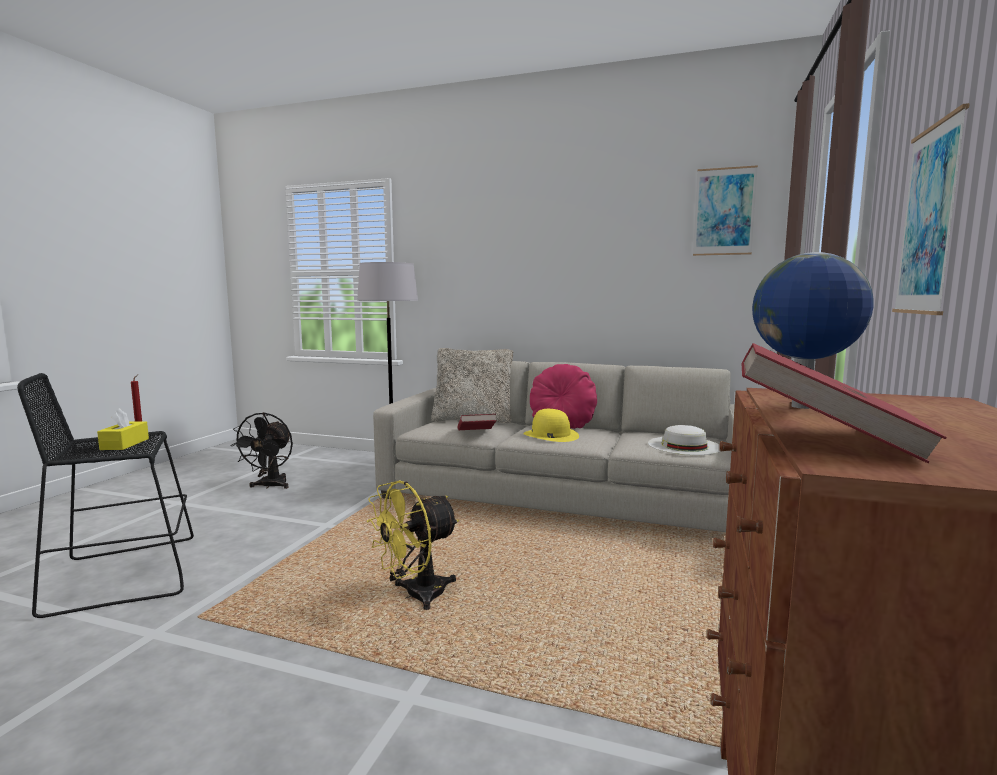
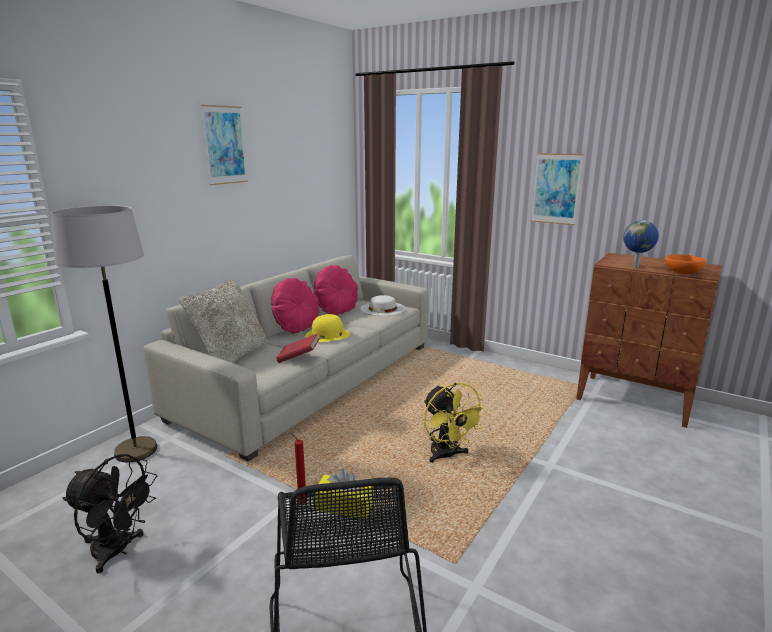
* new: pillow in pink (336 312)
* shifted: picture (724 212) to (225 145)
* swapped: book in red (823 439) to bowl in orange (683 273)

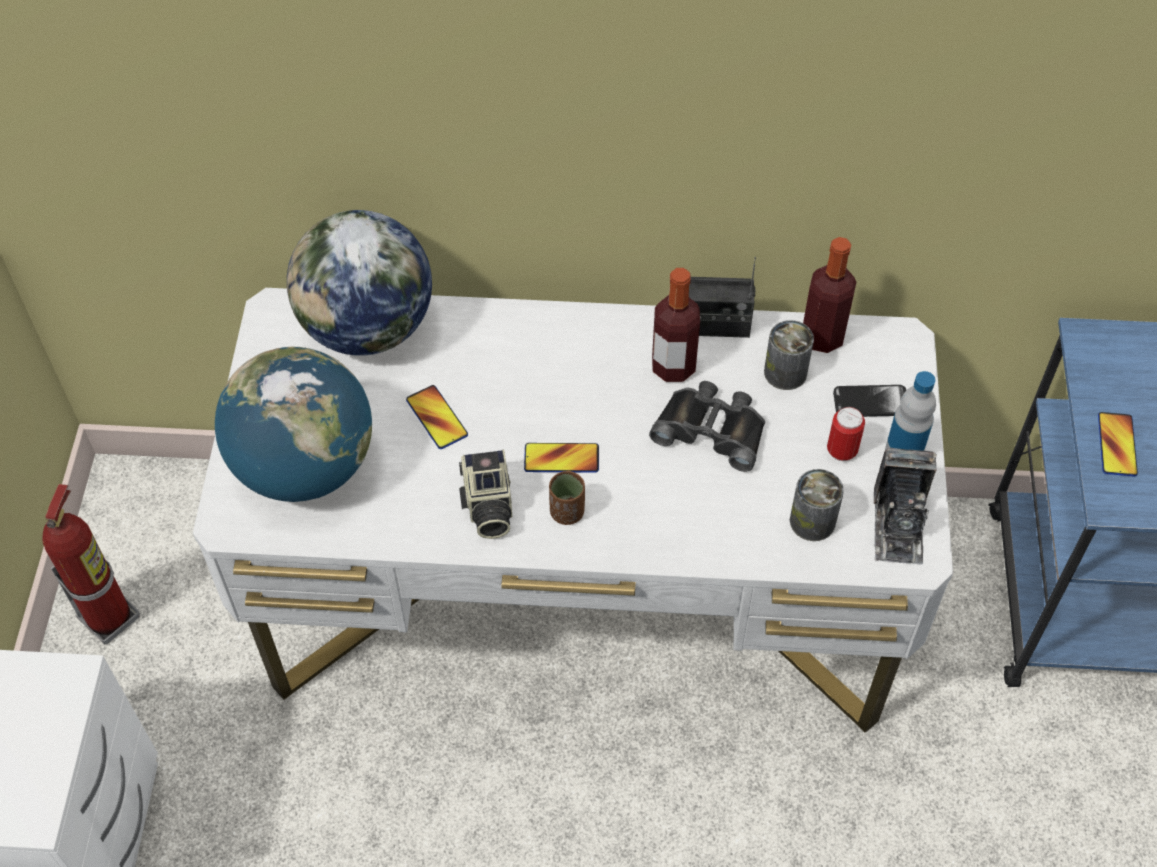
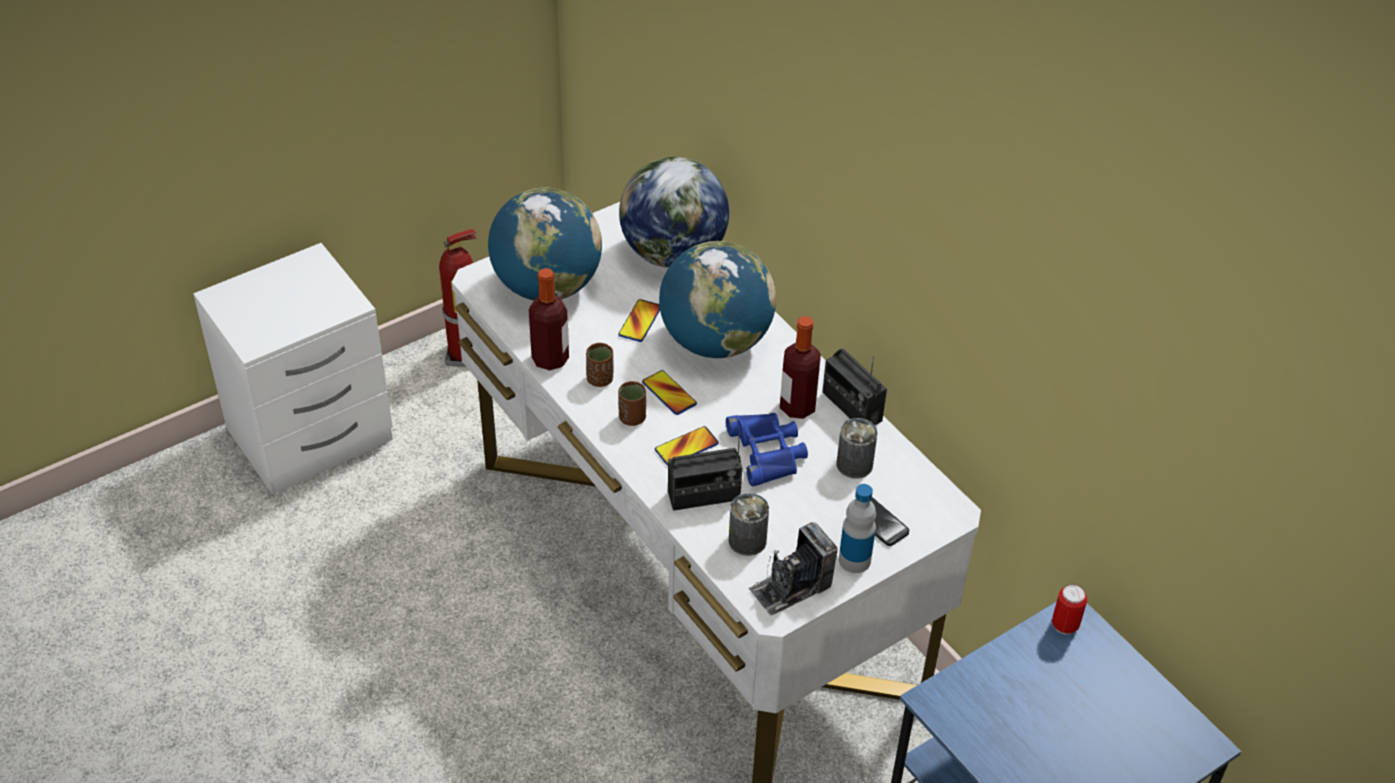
* new: globe (715 341)
* new: radio (704 496)
* shifted: bottle (822 337) to (550 359)
* shifted: can (841 451) to (1064 625)
* shifted: phone (1116 445) to (686 447)
* swapped: photo camera (487 505) to cup in brown (600 379)
* repainted: binoculars in black (711 429) to binoculars in blue (767 452)

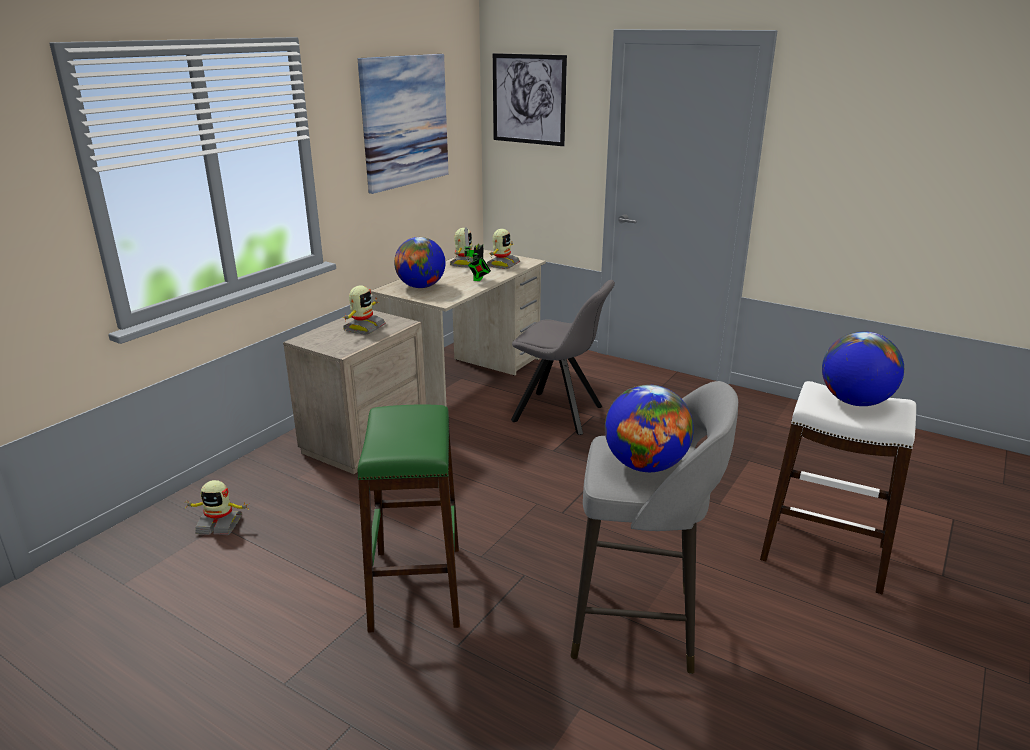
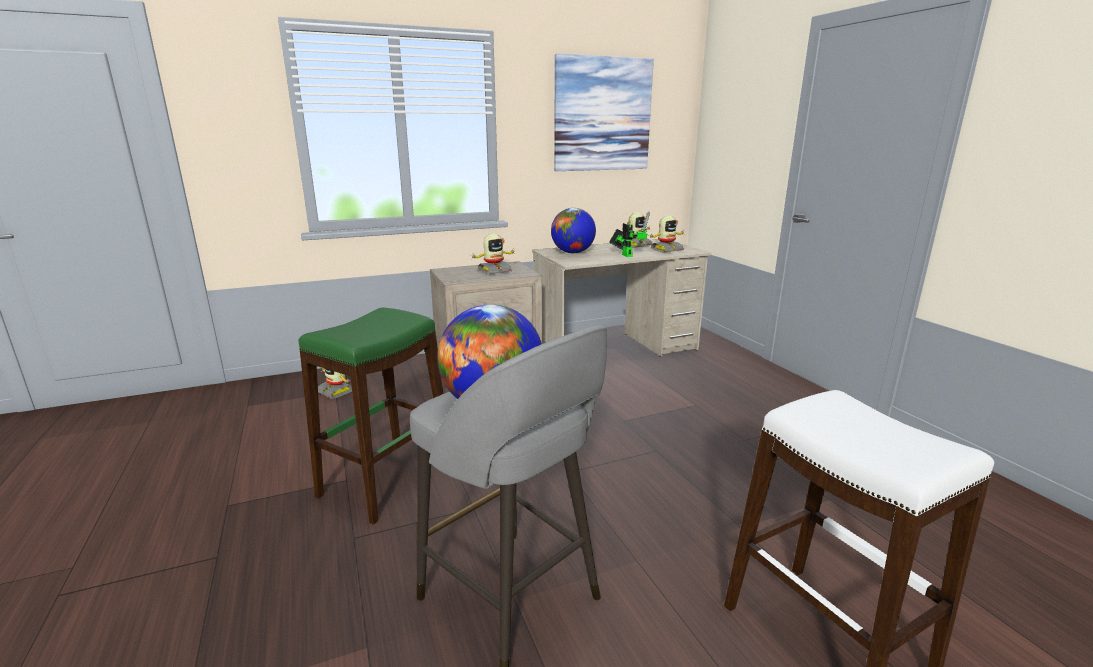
* gone: picture (528 99)
* gone: chair in grey (558 413)
* gone: globe (855 402)
* rotated: toy robot (477 279) = (626 255) 120 degrees clockwise

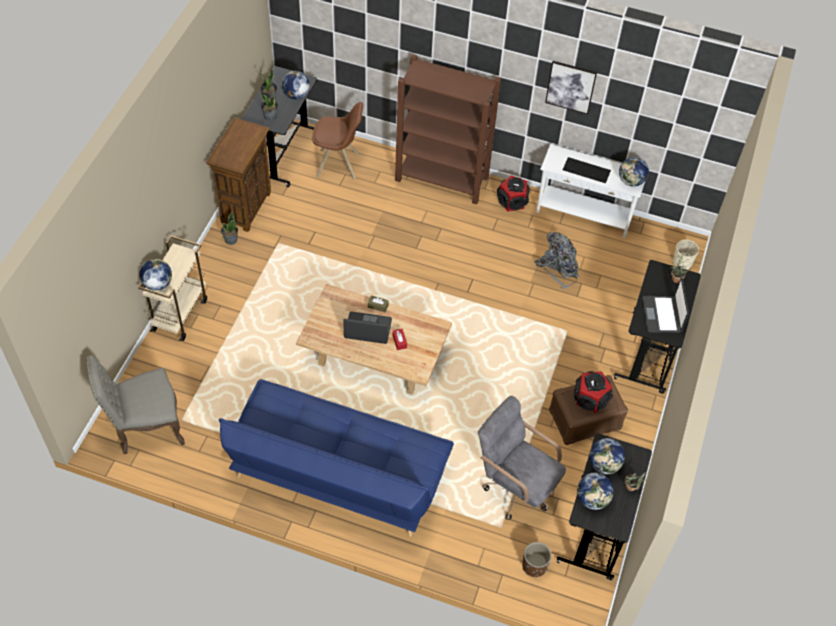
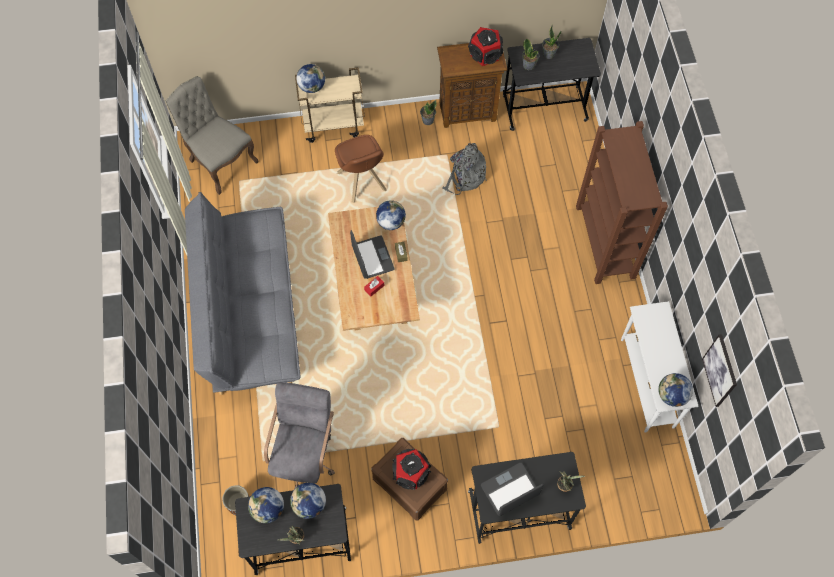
* gone: keyboard (587 170)
* gone: planter in beige (682 262)
* shifted: globe (296 95) to (390 222)
* shifted: chair in brown (338 164) to (362 181)
* shifted: speaker (512 201) to (485 54)
* shifted: backpack in grey (559 267) to (465 176)
* shifted: picture (570 87) to (720 371)
* repainted: sofa in blue (337 472) to sofa in grey (249 311)

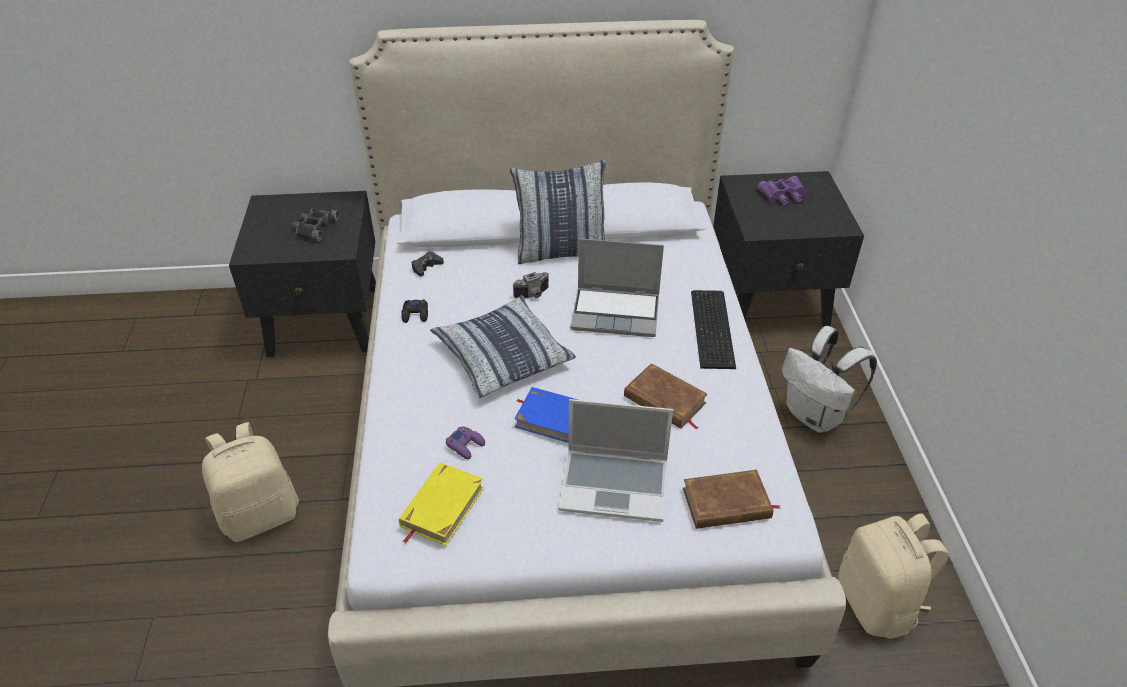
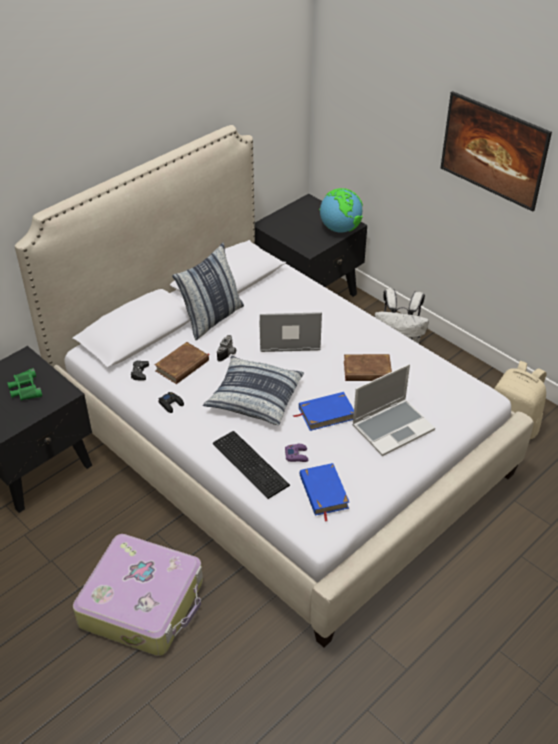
* gone: binoculars in purple (783 195)
* new: globe (340 229)
* new: picture (490 169)
* shifted: book in brown (726 504) to (182 366)
* shifted: keyboard (714 328) to (251 462)
* swapped: backpack in beige (260 514) to suitcase (143 603)
* repainted: binoculars in black (315 227) to binoculars in green (25 389)
* repainted: book in yellow (442 506) to book in blue (323 492)
* rotated: laptop (617 312) = (288 338) 150 degrees counterclockwise

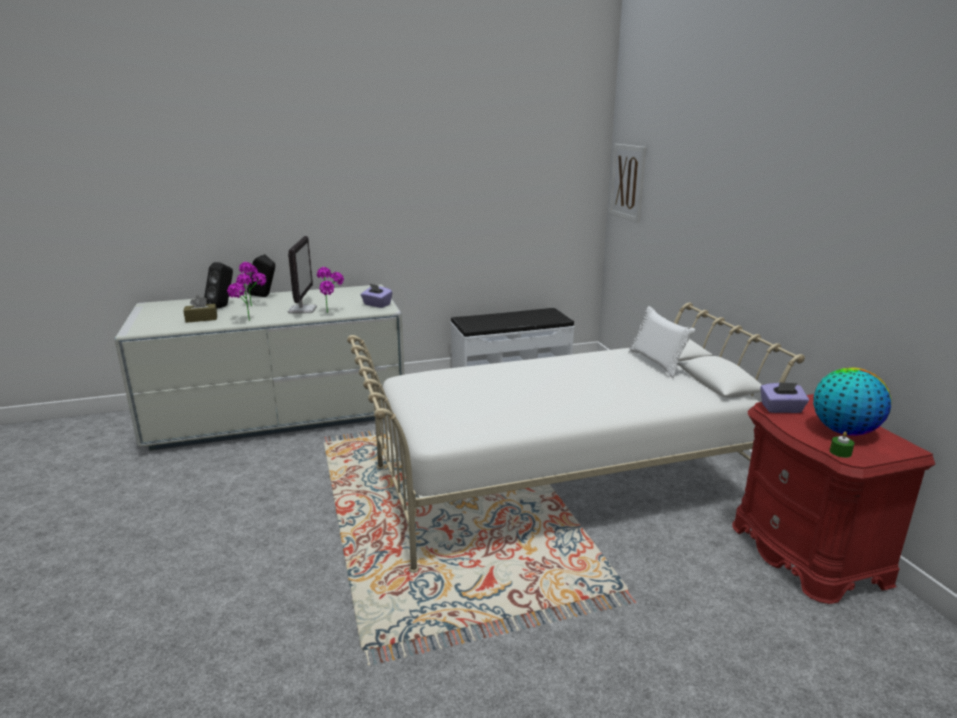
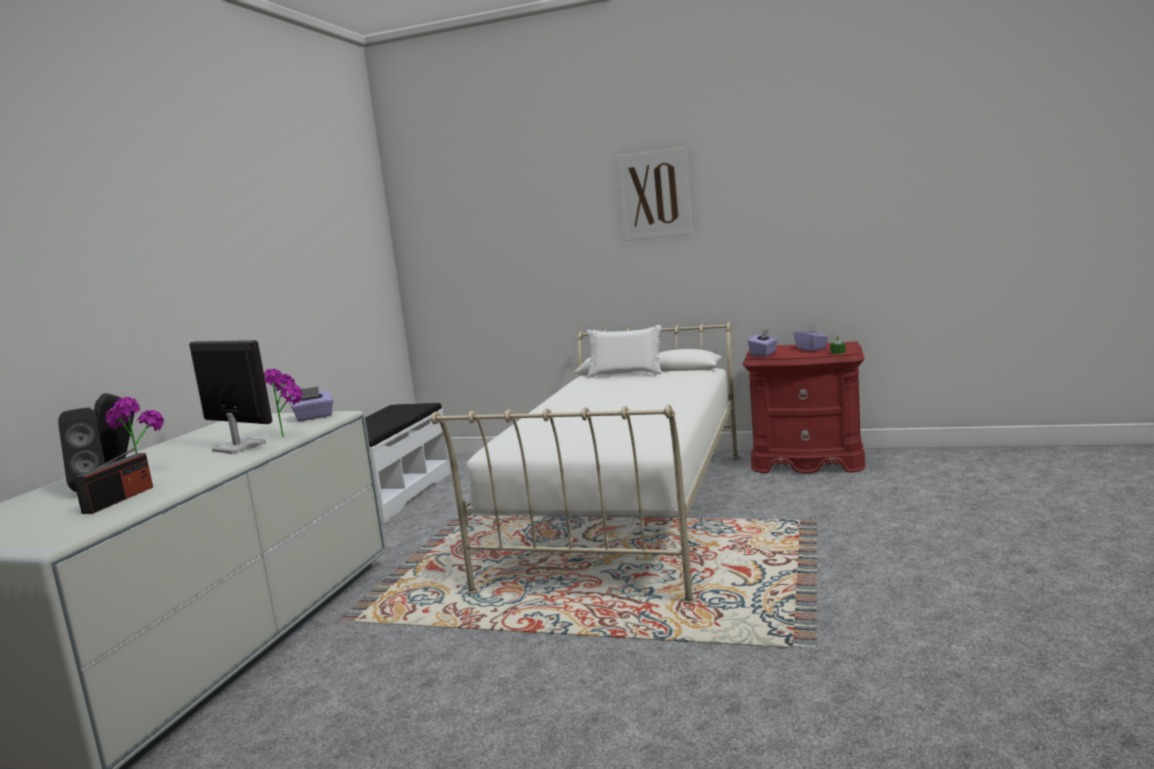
* gone: potted plant (243 321)
* shifted: picture (627 182) to (654 194)
* swapped: tissue box in brown (201 319) to radio (119 499)
* swapped: globe (844 431) to tissue box in purple (811 349)

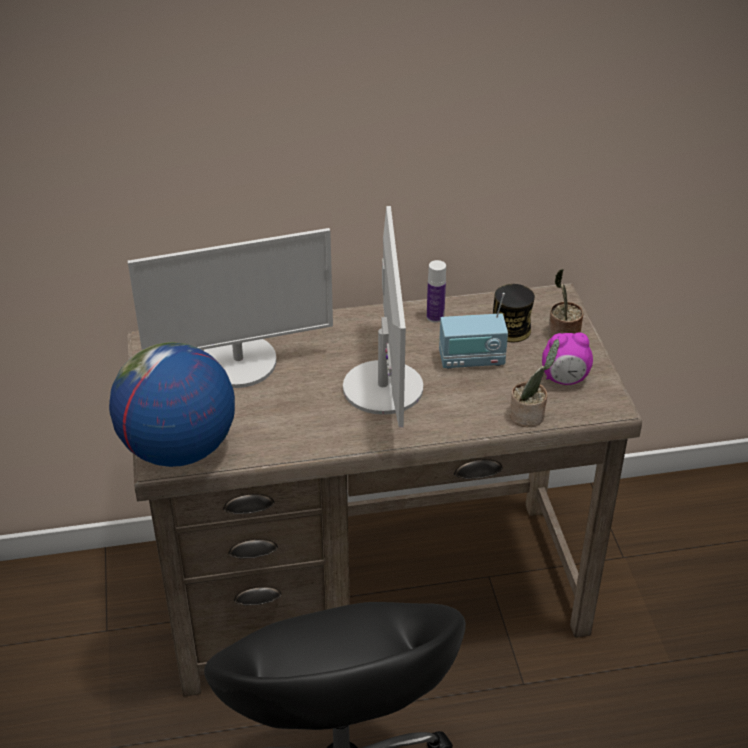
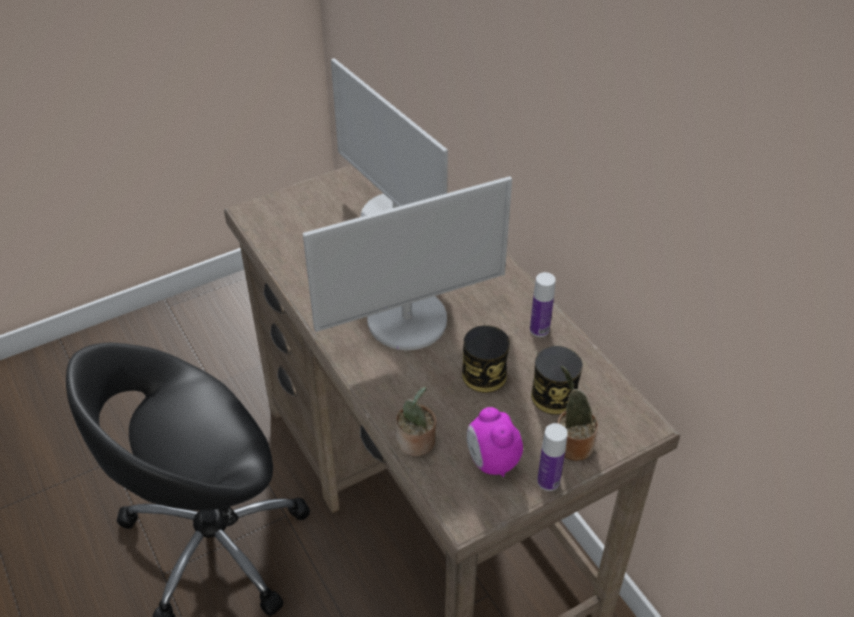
* gone: globe (178 449)
* new: bottle (548 481)
* swapped: radio (471 360) to can (484 375)

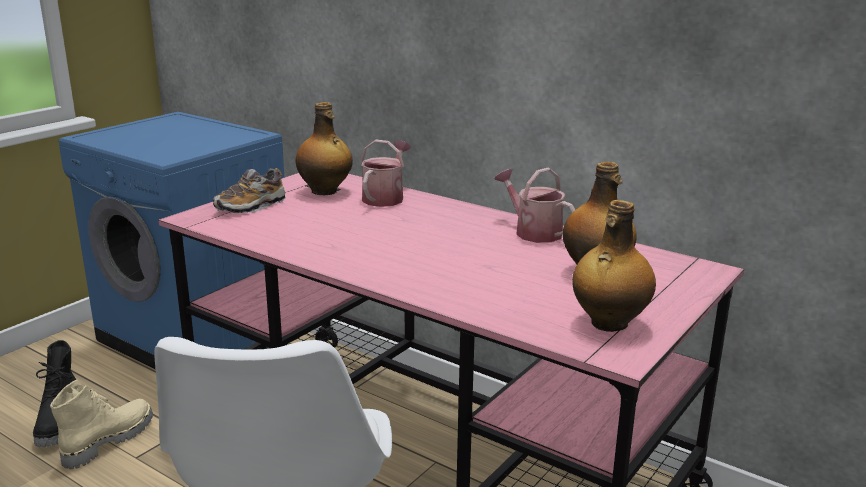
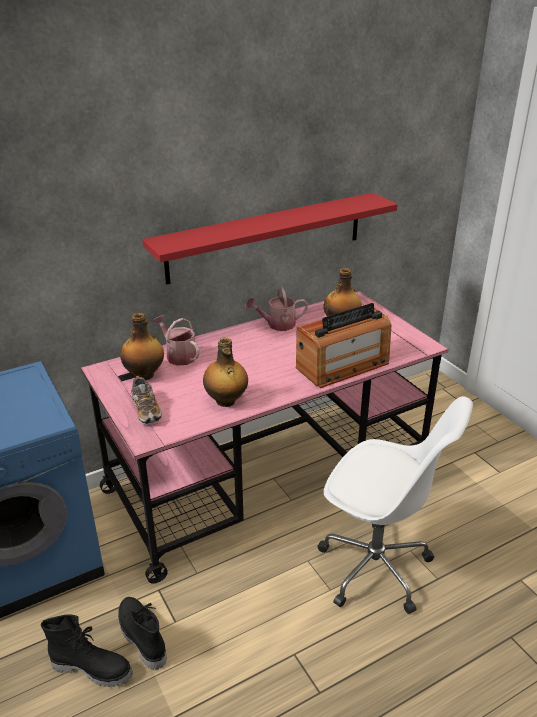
* new: shelf in red (266 237)
* new: radio (343 366)
* shifted: bottle (608 323) to (226 401)
* repainted: boot in beige (108 440) to boot in black (141 637)

